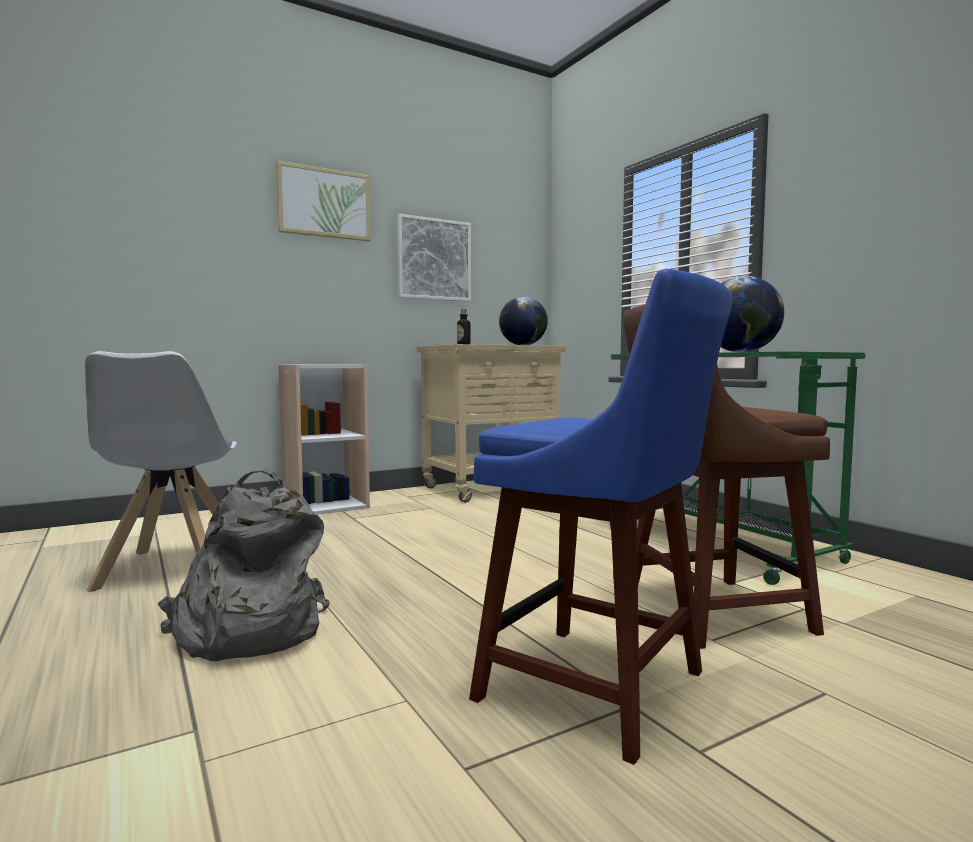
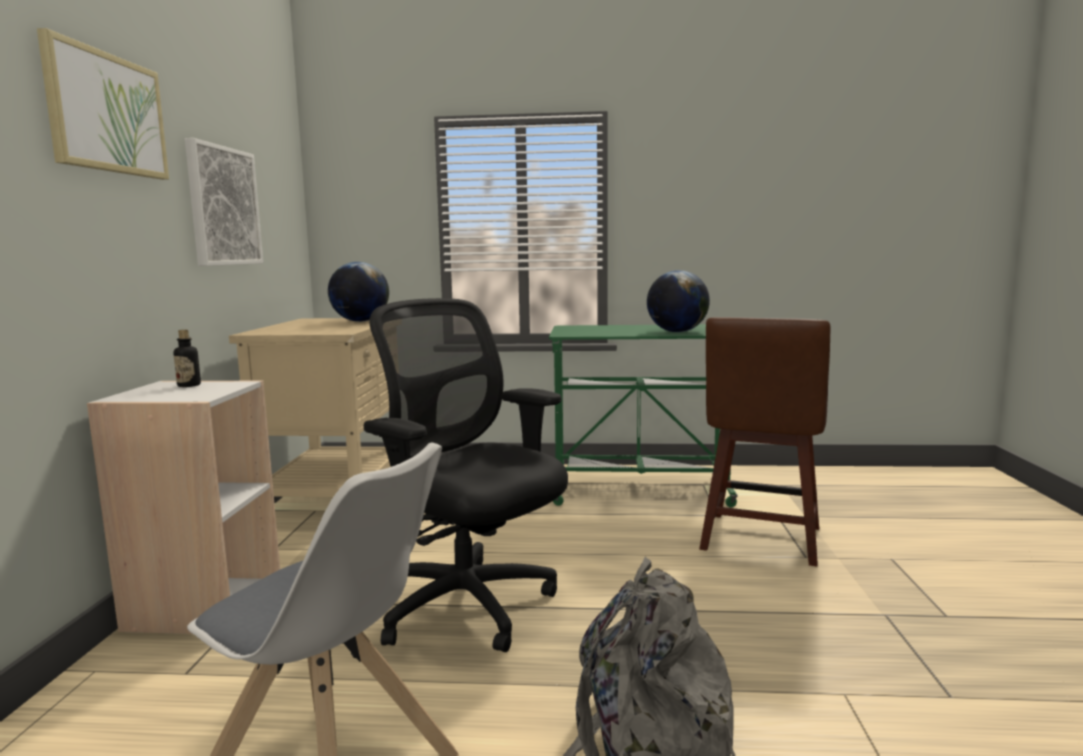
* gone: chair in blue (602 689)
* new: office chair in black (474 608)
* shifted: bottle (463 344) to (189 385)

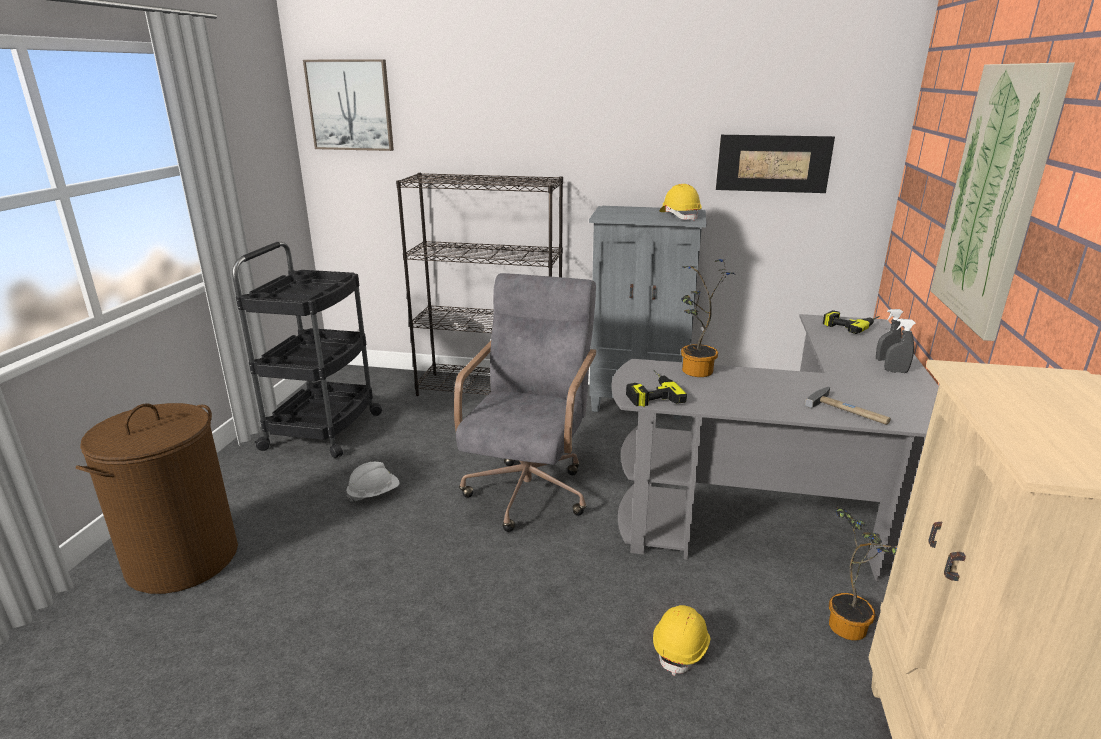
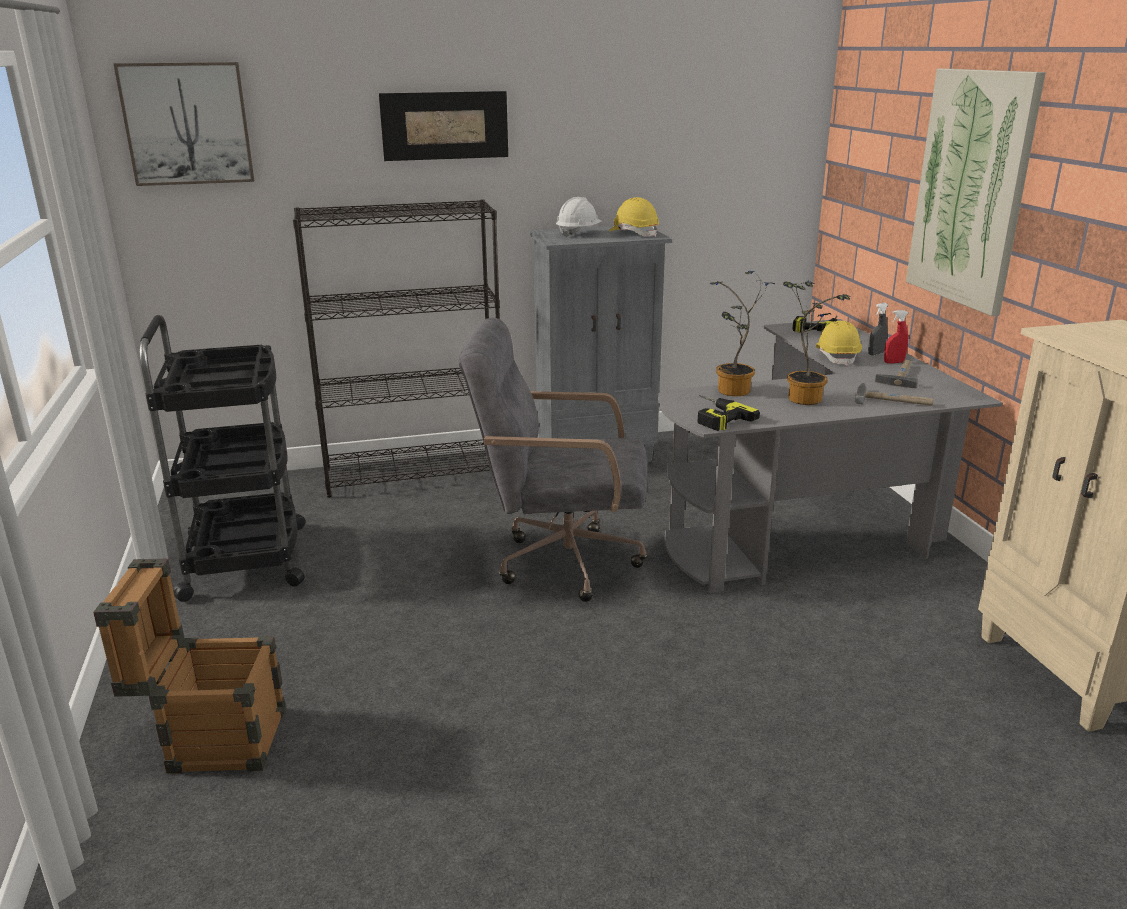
* new: hammer (899 375)
* shifted: hard hat in white (374 494) to (578 233)
* shifted: hard hat in yellow (681 648) to (837 357)
* shifted: picture (773 163) to (445 125)
* shifted: potted plant (849 624) to (805 397)
* swapped: laundry basket in brown (183 559) to crate (212 739)
* repainted: spray bottle in grey (895 371) to spray bottle in red (893 362)
* rotated: office chair in grey (529 490) = (560 563) 75 degrees counterclockwise

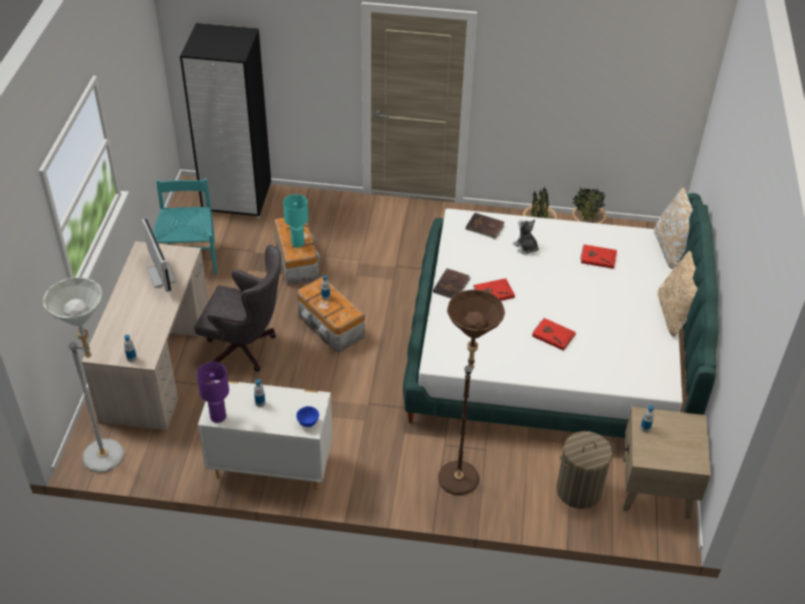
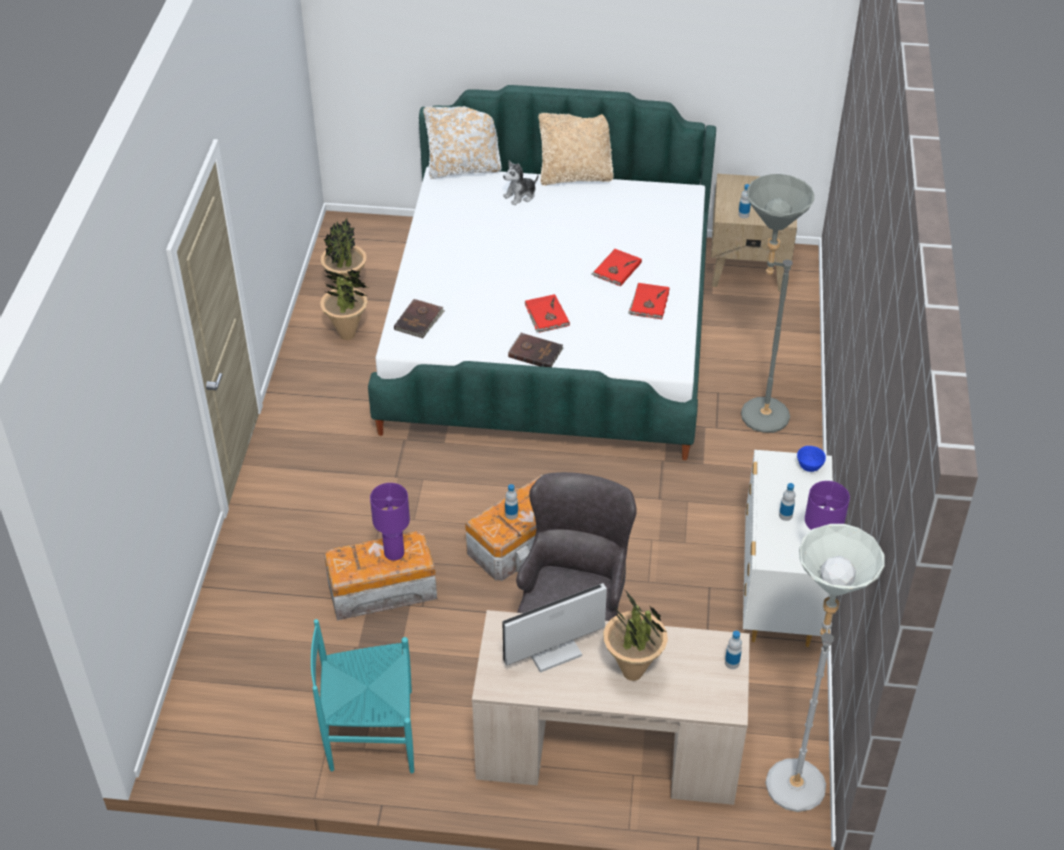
* gone: wardrobe (237 199)
* gone: laundry basket (578 490)
* new: potted plant (633 672)
* shifted: plush toy (525 247) to (520 195)
* shifted: book in red (598 257) to (648 303)
* repainted: table lamp in turquoise (298 243) to table lamp in purple (393 553)
* repainted: floor lamp in brown (460 471) to floor lamp in grey (754 414)

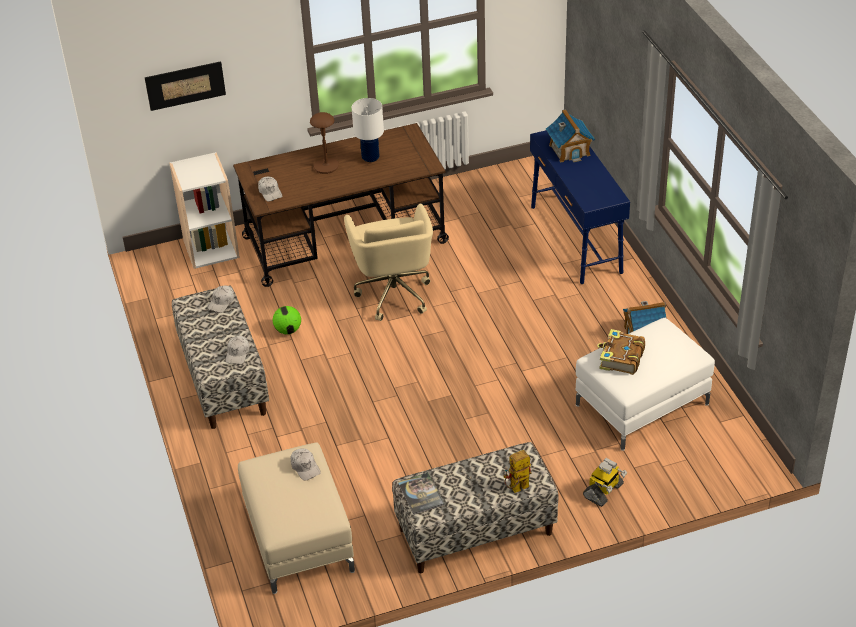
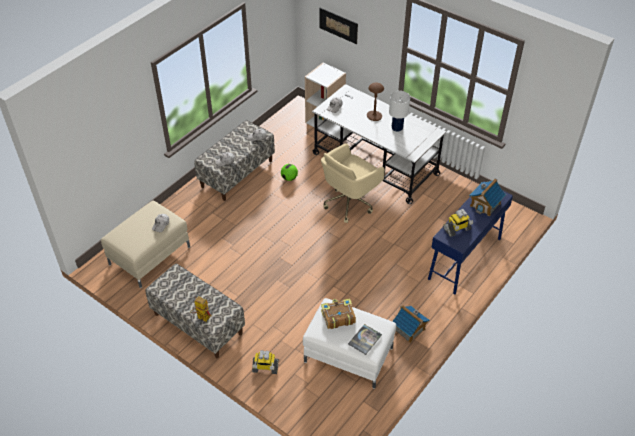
* new: toy robot (457 229)
* shifted: book (420 494) to (364 339)
* repainted: desk in brown (344 240) to desk in white (375 164)

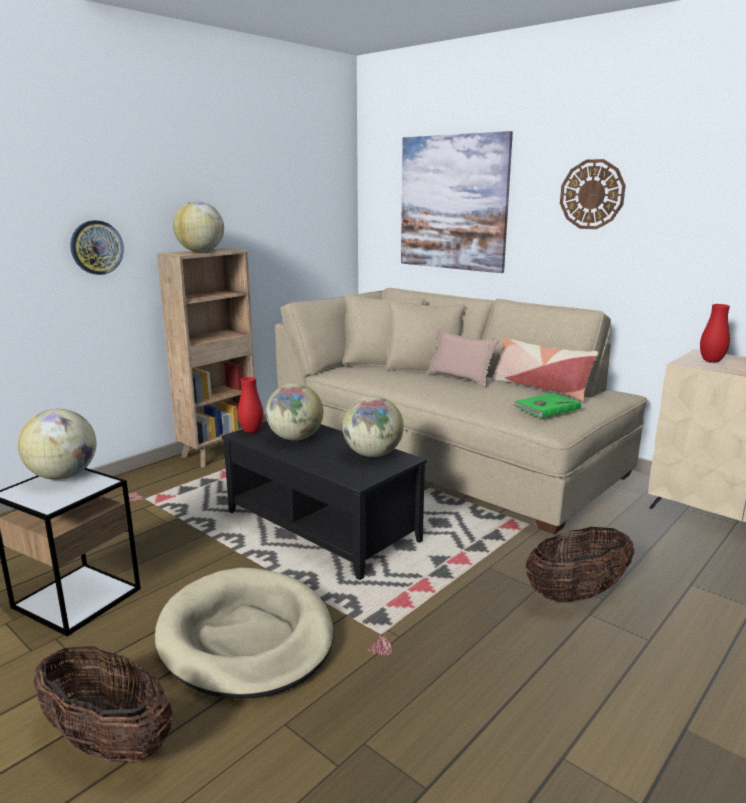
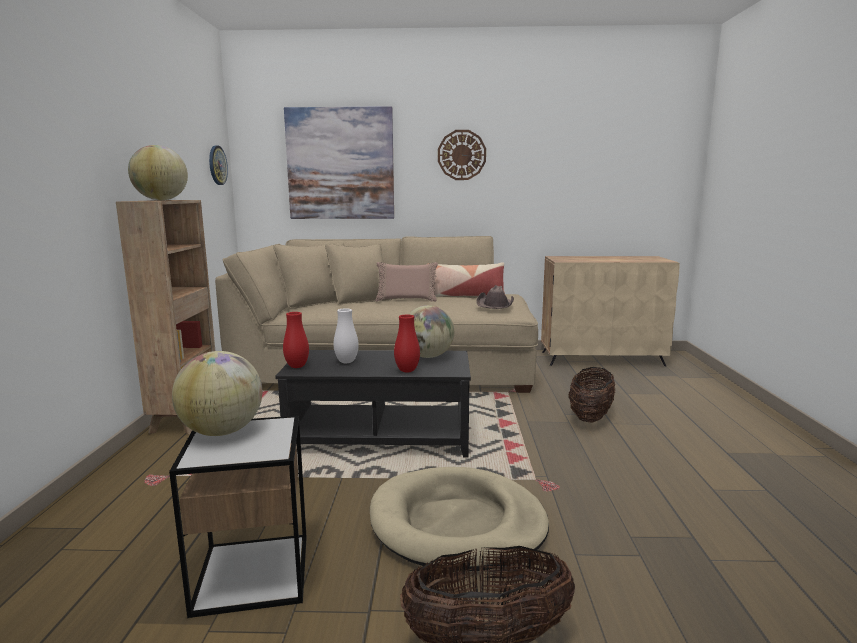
* shifted: wall clock (96 247) to (217 165)
* shifted: vase in red (711 361) to (407 371)
* swapped: globe (295 438) to vase in white (346 362)
* swapped: book in green (546 407) to hat in brown (495 304)

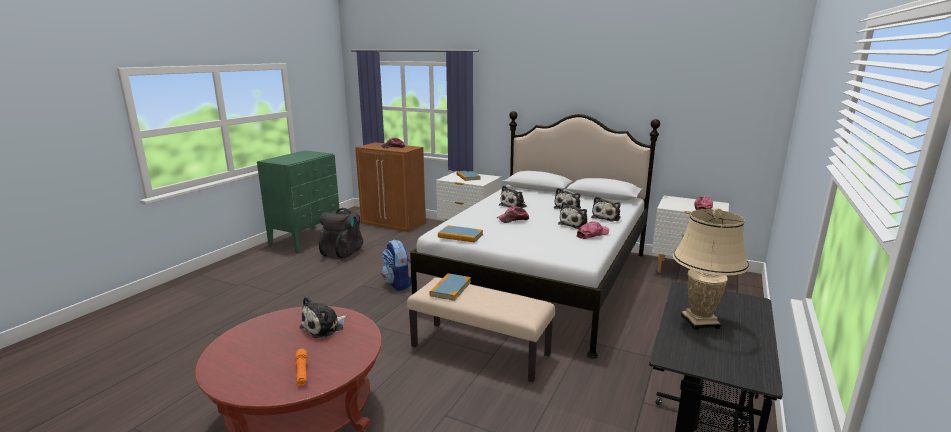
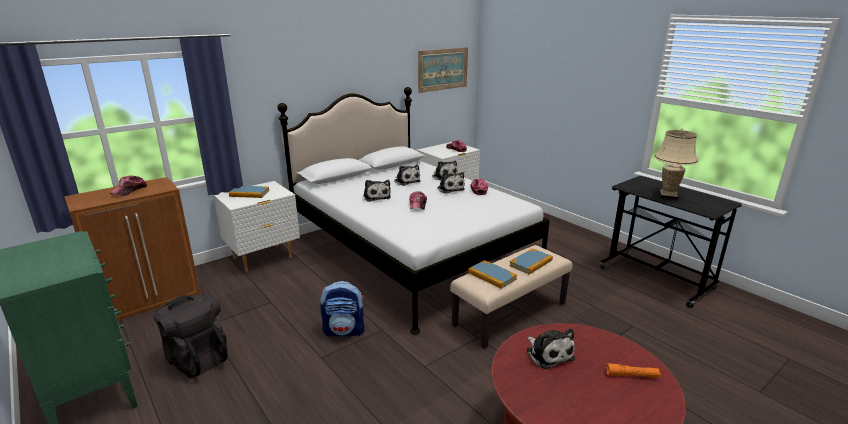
* new: picture (443 69)
* shifted: book (460 236) to (531 263)

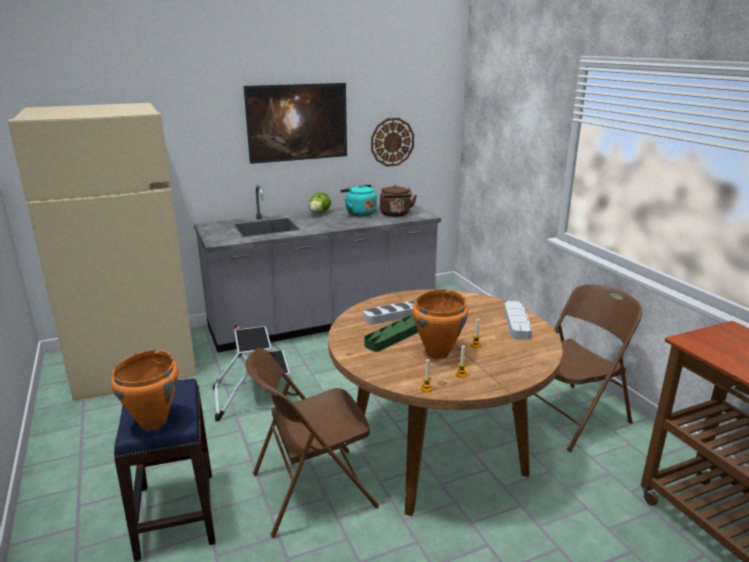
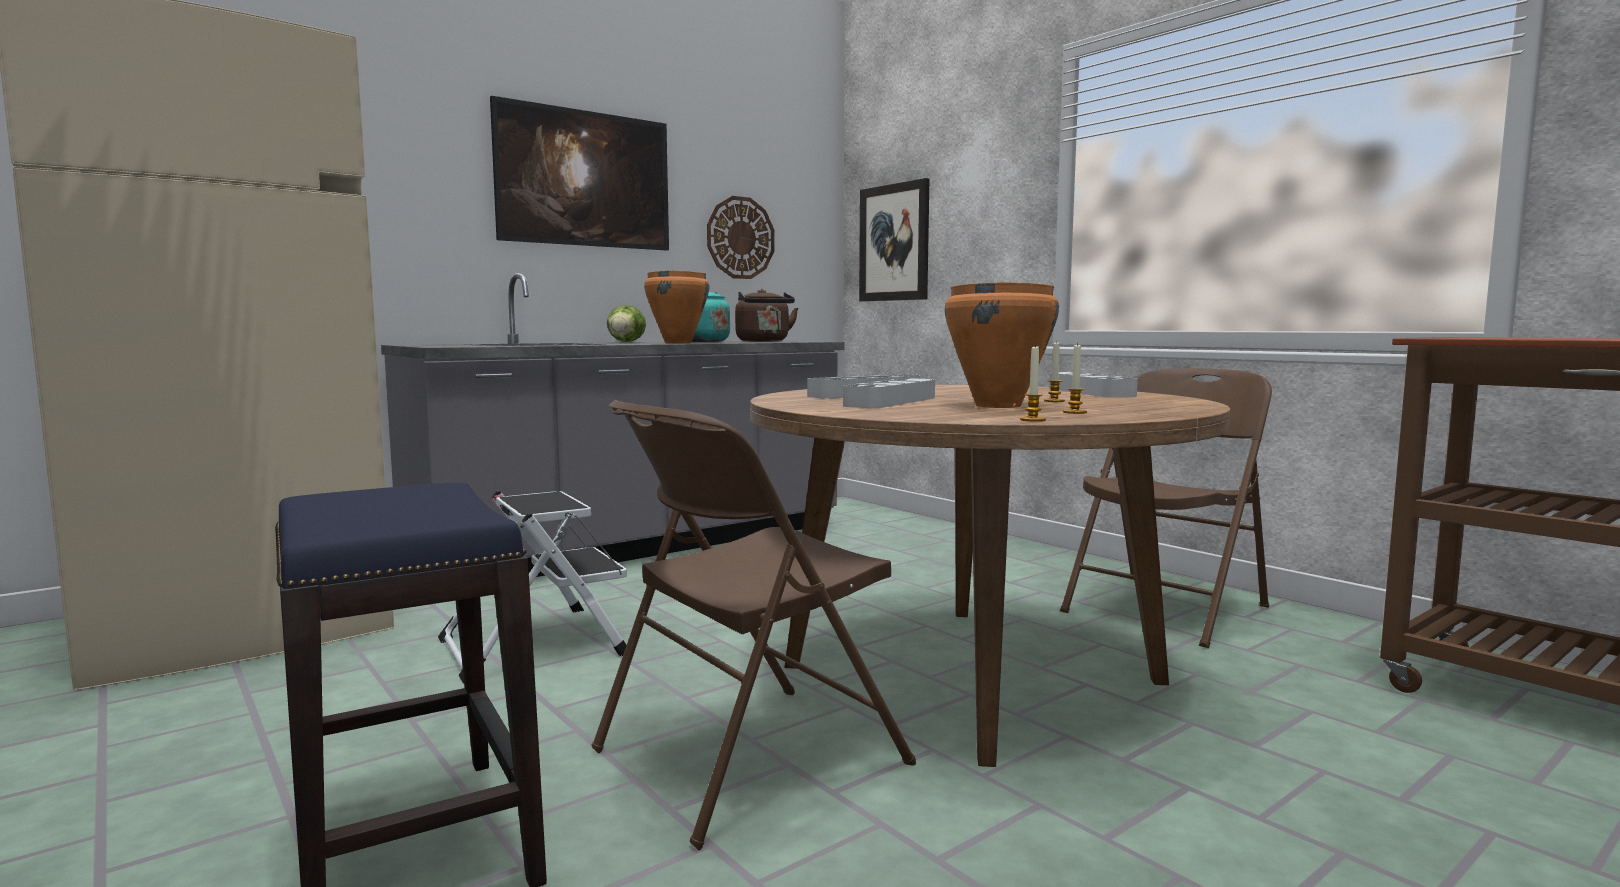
* new: picture (894 243)
* shifted: cooking pot in orange (154 422) to (678 343)
* repainted: tray in green (394 337) to tray in grey (891 401)

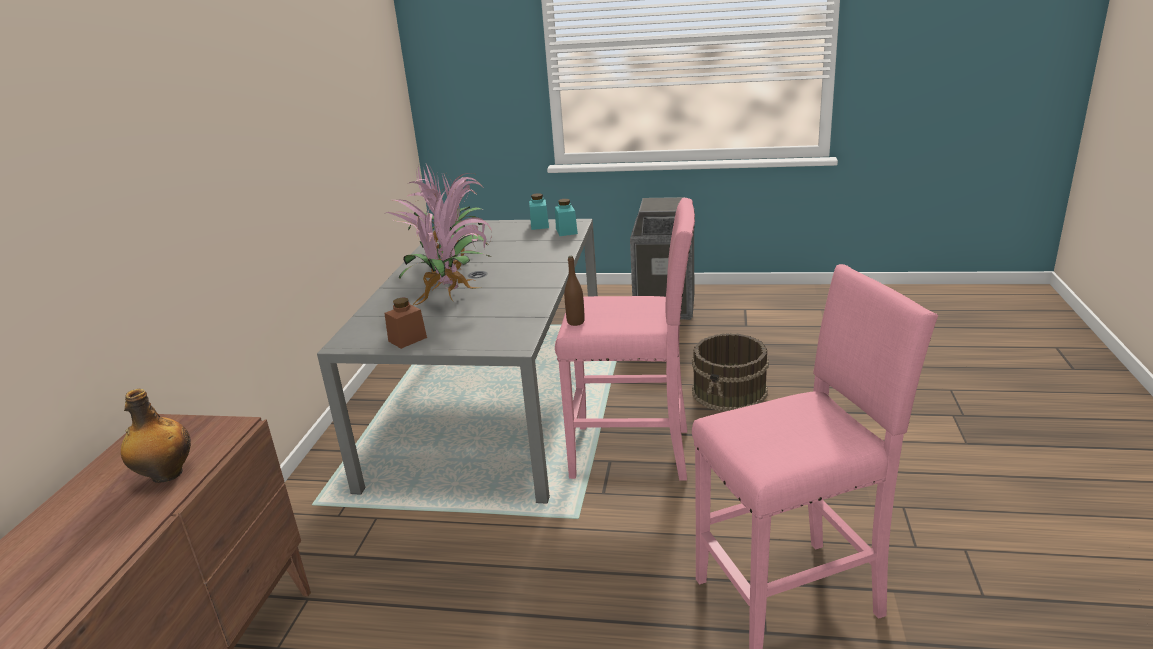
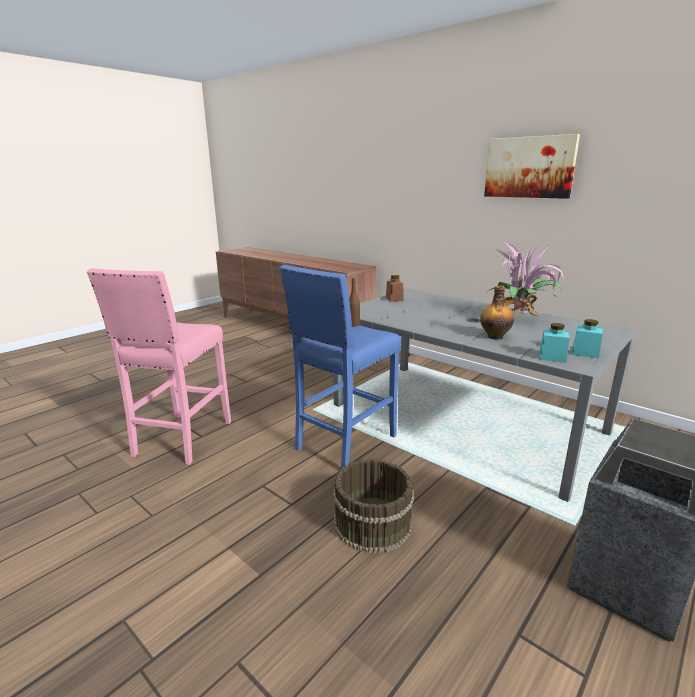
* gone: potted plant (451 298)
* new: picture (529 167)
* shifted: bottle (166 475) to (495 336)
* repainted: stool in pink (634 453) to stool in blue (344 443)

